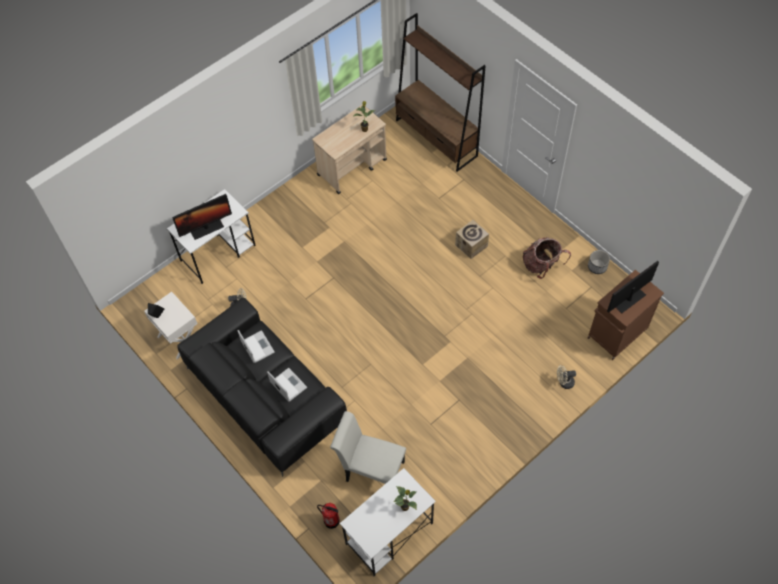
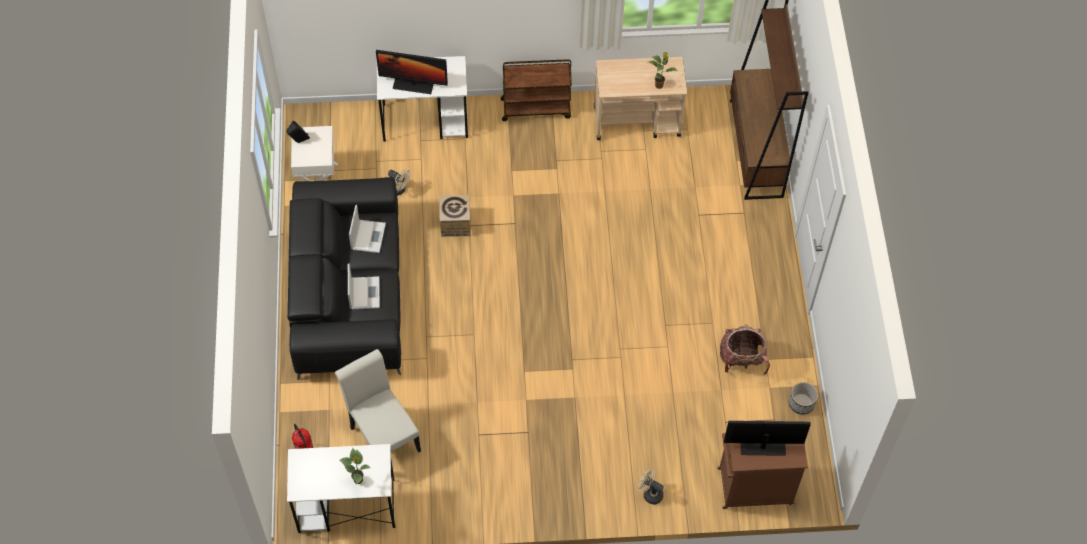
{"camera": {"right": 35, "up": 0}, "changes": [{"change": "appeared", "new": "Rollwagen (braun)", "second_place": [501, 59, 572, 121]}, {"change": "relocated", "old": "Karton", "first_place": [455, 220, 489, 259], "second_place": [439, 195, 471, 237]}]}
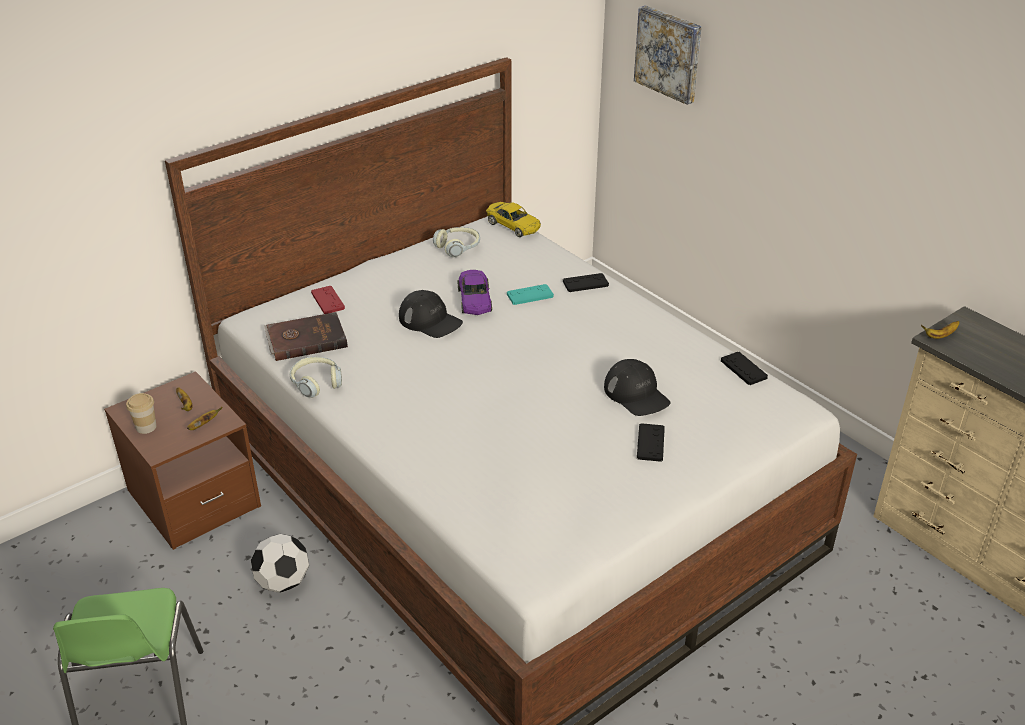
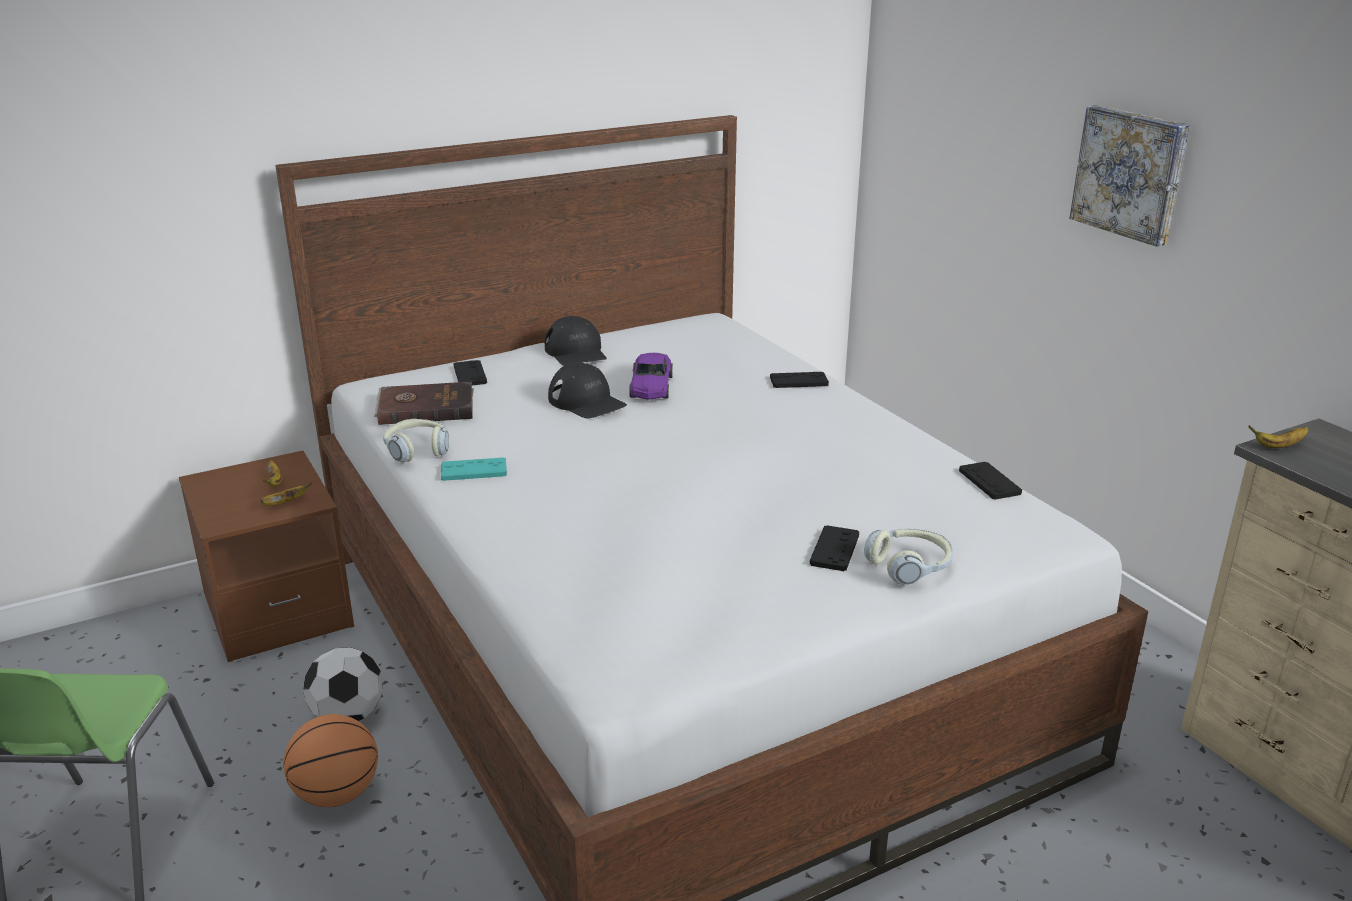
{"camera": {"right": 10, "up": -10}, "changes": [{"change": "missing", "old": "Tasse", "first_place": [126, 393, 157, 434]}, {"change": "missing", "old": "Spielzeugauto (gelb)", "first_place": [486, 202, 541, 237]}, {"change": "appeared", "new": "Basketball", "second_place": [283, 714, 378, 807]}, {"change": "relocated", "old": "Kopfhörer", "first_place": [433, 227, 480, 257], "second_place": [864, 529, 953, 585]}, {"change": "relocated", "old": "Gamepad (türkis)", "first_place": [507, 284, 554, 305], "second_place": [441, 457, 507, 481]}, {"change": "relocated", "old": "Kappe (schwarz)", "first_place": [604, 359, 671, 416], "second_place": [545, 316, 607, 365]}, {"change": "relocated", "old": "Bild", "first_place": [634, 5, 702, 105], "second_place": [1069, 105, 1190, 247]}, {"change": "colour", "old": "Gamepad (rot)", "new": "Gamepad (schwarz)", "first_place": [311, 286, 345, 314], "second_place": [453, 360, 487, 385]}]}
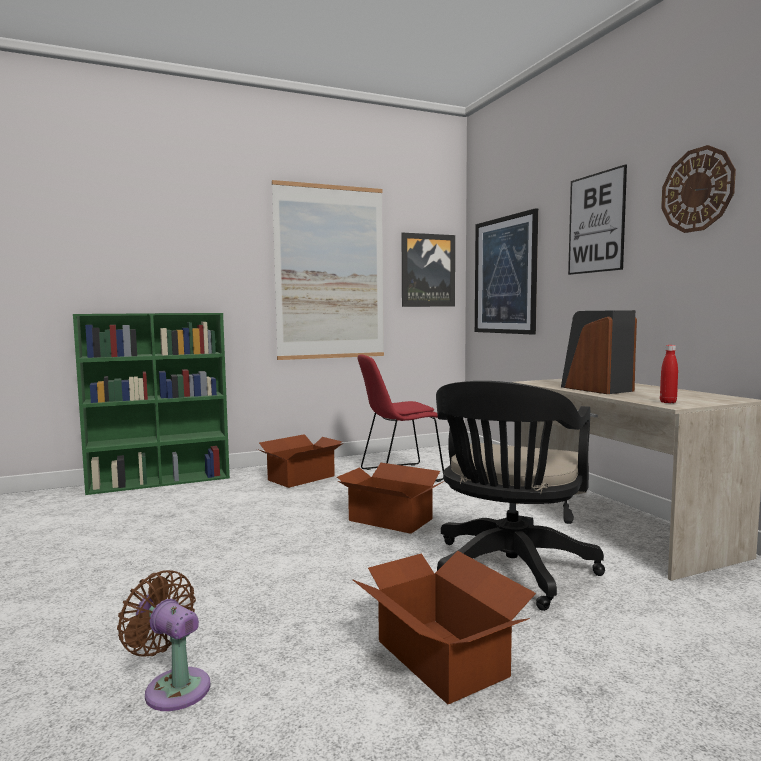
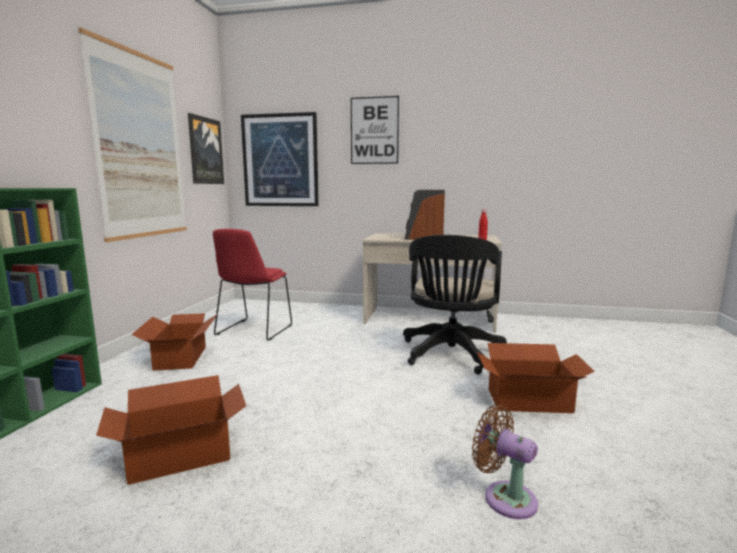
{"camera": {"right": -55, "up": 5}, "changes": [{"change": "missing", "old": "Wanduhr", "first_place": [661, 145, 736, 233]}, {"change": "relocated", "old": "Karton", "first_place": [337, 463, 444, 534], "second_place": [96, 375, 246, 485]}, {"change": "spun", "old": "Ventilator (braun)", "first_place": [117, 570, 211, 711], "second_place": [472, 405, 538, 519], "degrees": 60}, {"change": "spun", "old": "Bürostuhl (schwarz)", "first_place": [436, 381, 605, 611], "second_place": [403, 235, 507, 374], "degrees": 45}]}
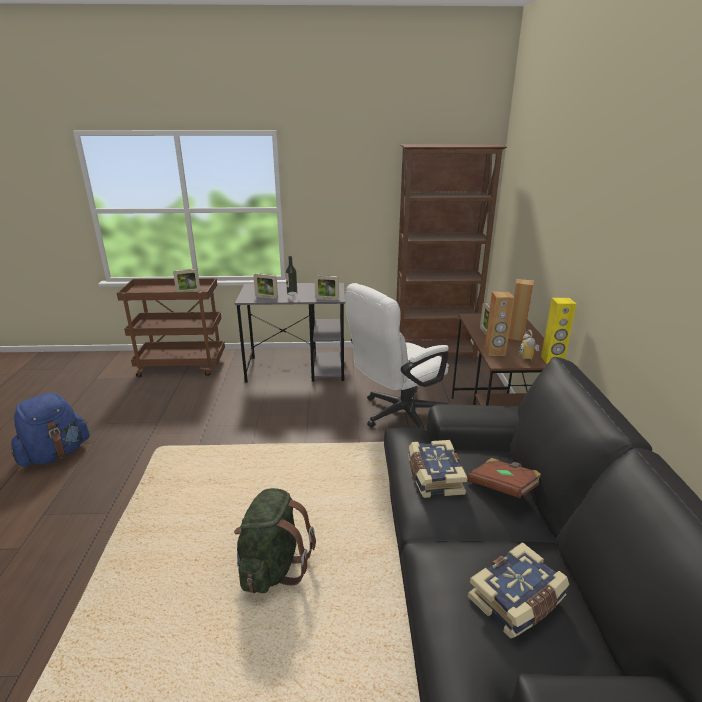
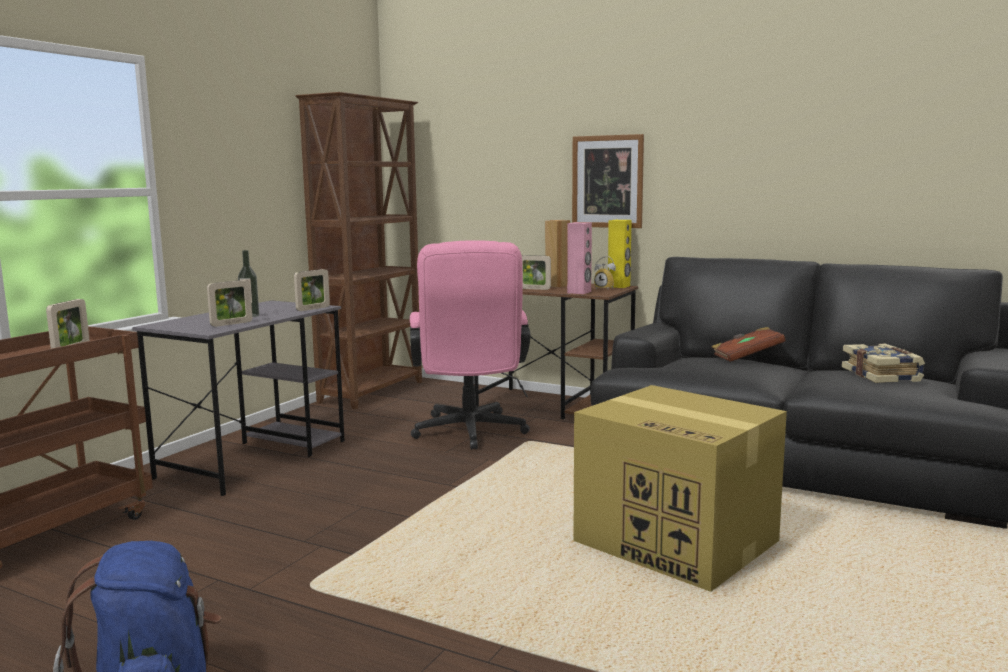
{"camera": {"right": -60, "up": -15}, "changes": [{"change": "missing", "old": "Buch", "first_place": [408, 440, 468, 498]}, {"change": "appeared", "new": "Bild", "second_place": [572, 134, 644, 228]}, {"change": "exchanged", "old": "Rucksack (grün)", "new": "Karton", "first_place": [234, 488, 316, 593], "second_place": [573, 385, 787, 592]}, {"change": "colour", "old": "Bürostuhl (weiß)", "new": "Bürostuhl (rosa)", "first_place": [345, 283, 449, 428], "second_place": [410, 240, 530, 450]}, {"change": "colour", "old": "Lautsprecher (braun)", "new": "Lautsprecher (rosa)", "first_place": [485, 292, 514, 356], "second_place": [567, 222, 592, 294]}]}
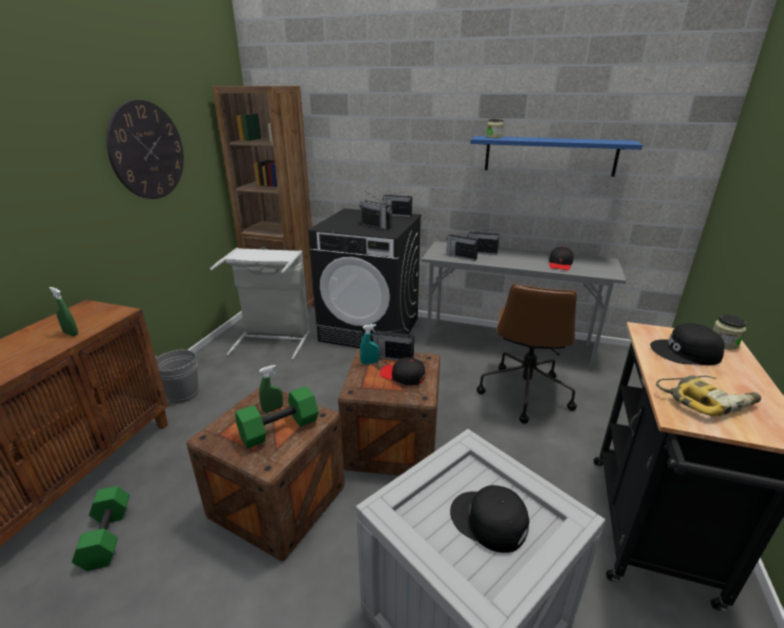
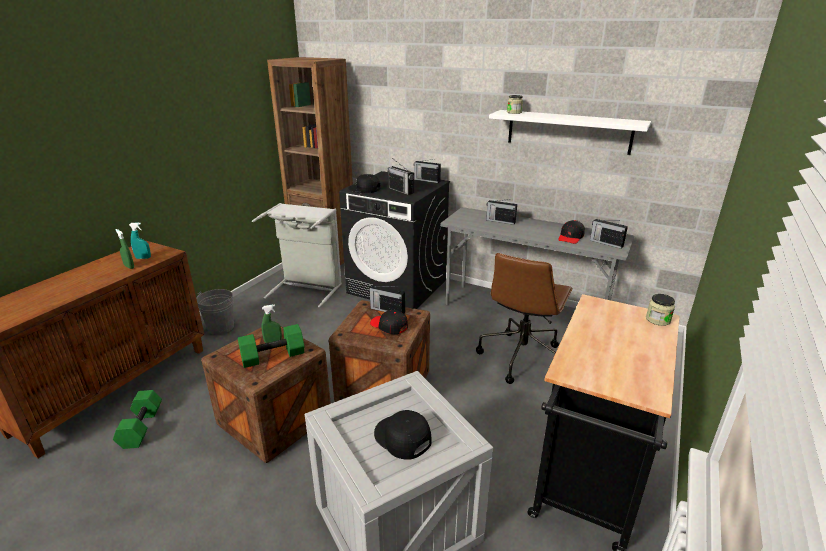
{"camera": {"right": 10, "up": 0}, "changes": [{"change": "missing", "old": "Wanduhr", "first_place": [106, 100, 184, 199]}, {"change": "missing", "old": "Bohrmaschine", "first_place": [656, 375, 761, 416]}, {"change": "relocated", "old": "Sprühflasche (türkis)", "first_place": [360, 324, 379, 365], "second_place": [129, 223, 151, 259]}, {"change": "relocated", "old": "Radio", "first_place": [446, 233, 479, 261], "second_place": [590, 219, 628, 249]}, {"change": "relocated", "old": "Kappe (schwarz)", "first_place": [650, 323, 725, 365], "second_place": [348, 174, 380, 193]}, {"change": "colour", "old": "Wandregal (blau)", "new": "Wandregal (weiß)", "first_place": [470, 136, 643, 177], "second_place": [489, 110, 651, 155]}]}
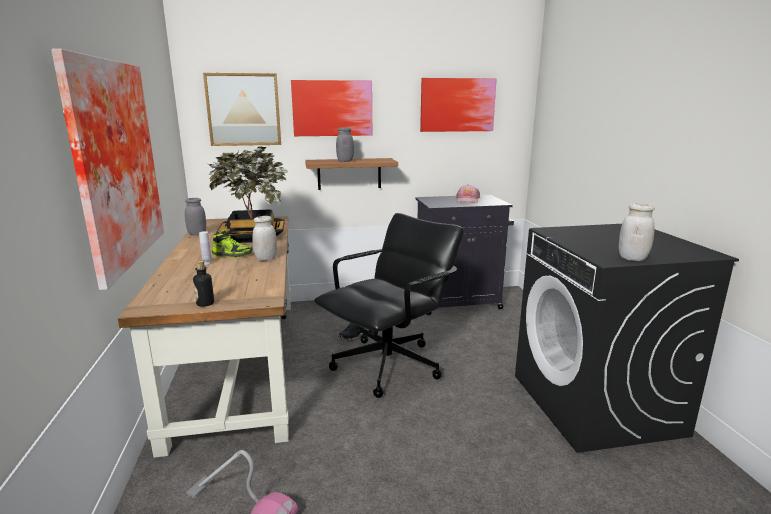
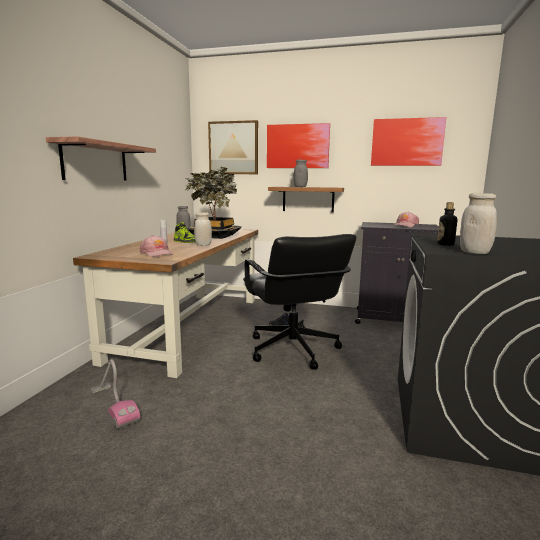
{"camera": {"right": 25, "up": -5}, "changes": [{"change": "appeared", "new": "Kappe (rosa)", "second_place": [140, 235, 174, 257]}, {"change": "relocated", "old": "Flasche", "first_place": [193, 261, 214, 307], "second_place": [437, 202, 457, 246]}, {"change": "exchanged", "old": "Bild", "new": "Wandregal", "first_place": [51, 48, 164, 290], "second_place": [46, 136, 156, 181]}, {"change": "spun", "old": "Bürostuhl (schwarz)", "first_place": [314, 213, 464, 398], "second_place": [243, 234, 357, 370], "degrees": 90}]}
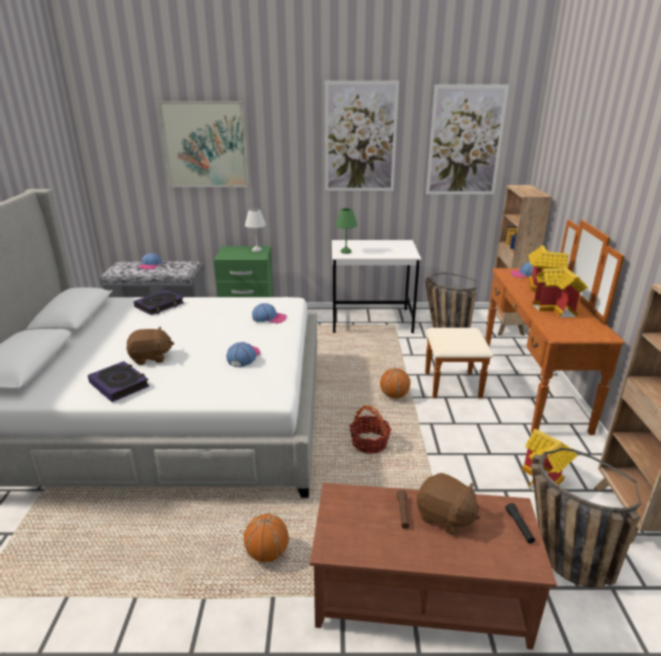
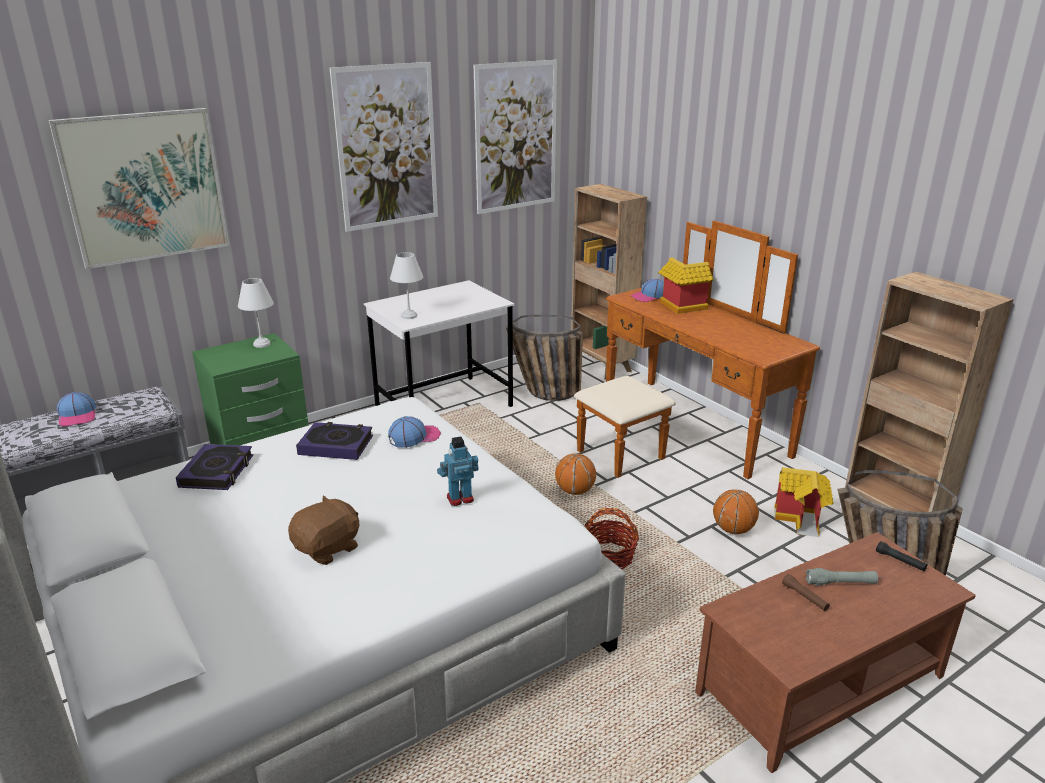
{"camera": {"right": -35, "up": 0}, "changes": [{"change": "missing", "old": "Spielzeughaus", "first_place": [532, 268, 588, 317]}, {"change": "relocated", "old": "Buch", "first_place": [88, 361, 150, 402], "second_place": [296, 422, 373, 460]}, {"change": "relocated", "old": "Basketball", "first_place": [244, 514, 289, 562], "second_place": [713, 489, 759, 534]}, {"change": "exchanged", "old": "Kappe", "new": "Spielzeugroboter", "first_place": [226, 342, 260, 367], "second_place": [437, 436, 479, 506]}, {"change": "exchanged", "old": "Plüschtier (braun)", "new": "Taschenlampe (grau)", "first_place": [417, 473, 480, 536], "second_place": [805, 568, 878, 585]}, {"change": "colour", "old": "Tischlampe (grün)", "new": "Tischlampe (weiß)", "first_place": [335, 208, 358, 254], "second_place": [390, 252, 423, 319]}]}
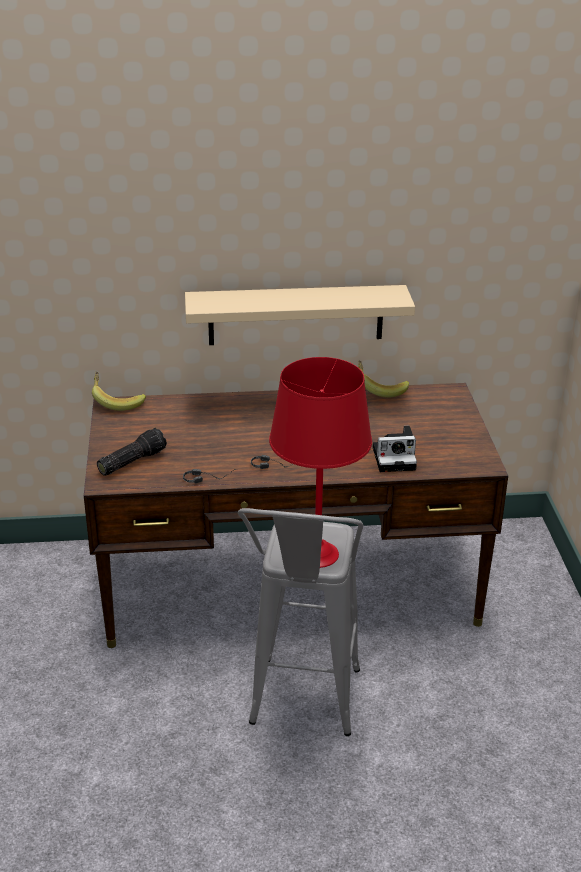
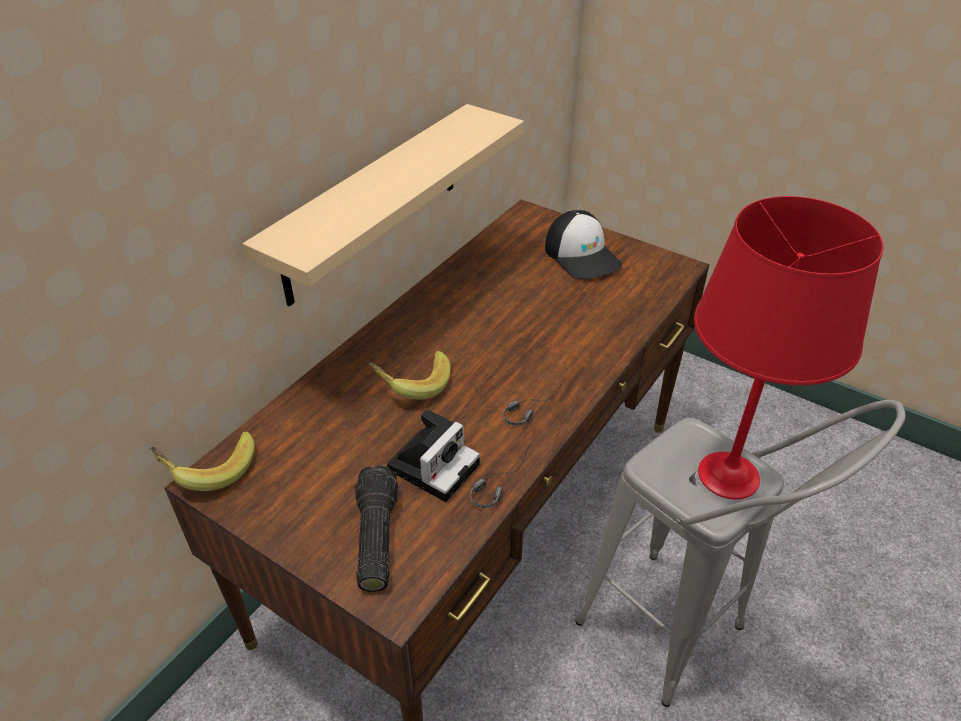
{"camera": {"right": -50, "up": 10}, "changes": [{"change": "appeared", "new": "Kappe", "second_place": [545, 210, 622, 279]}, {"change": "relocated", "old": "Banane", "first_place": [358, 360, 409, 398], "second_place": [369, 351, 450, 400]}, {"change": "relocated", "old": "Kamera", "first_place": [373, 426, 417, 472], "second_place": [387, 409, 480, 502]}]}
